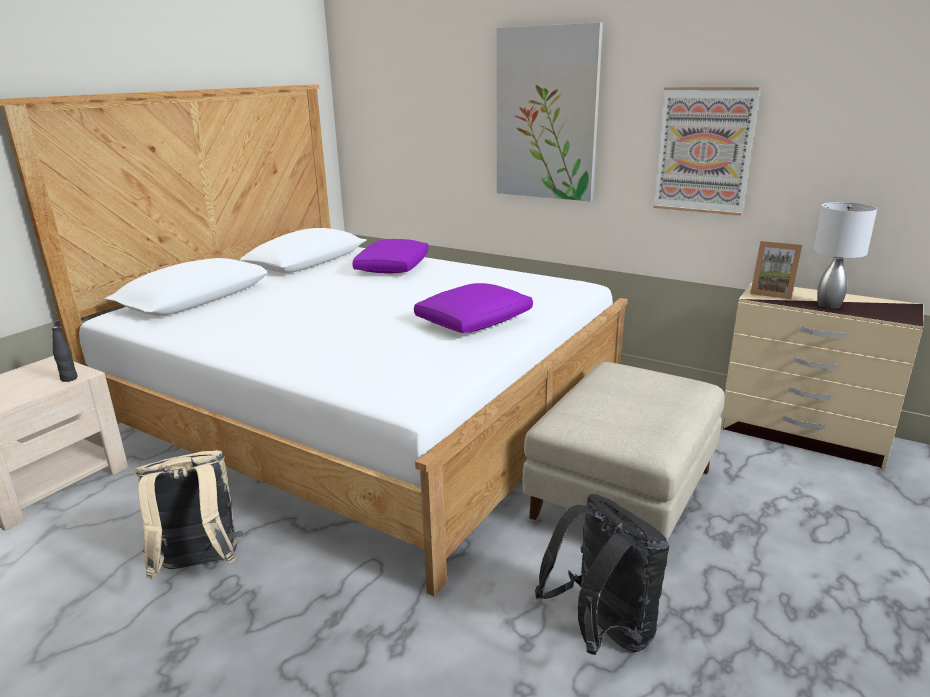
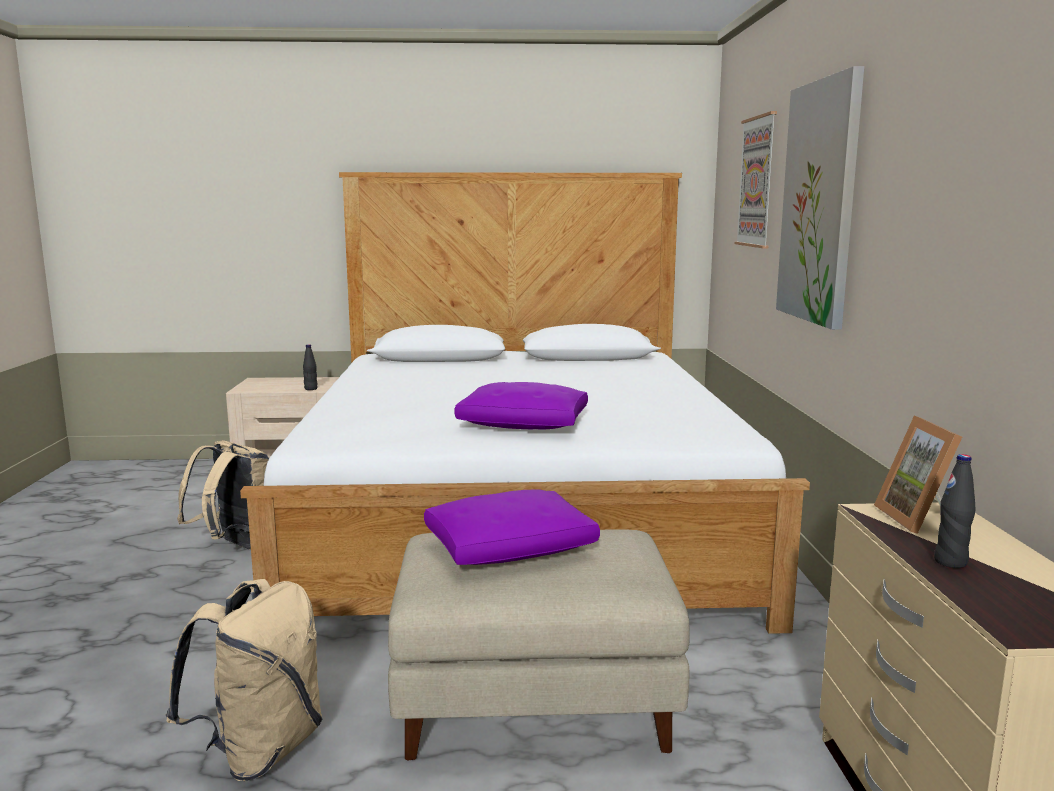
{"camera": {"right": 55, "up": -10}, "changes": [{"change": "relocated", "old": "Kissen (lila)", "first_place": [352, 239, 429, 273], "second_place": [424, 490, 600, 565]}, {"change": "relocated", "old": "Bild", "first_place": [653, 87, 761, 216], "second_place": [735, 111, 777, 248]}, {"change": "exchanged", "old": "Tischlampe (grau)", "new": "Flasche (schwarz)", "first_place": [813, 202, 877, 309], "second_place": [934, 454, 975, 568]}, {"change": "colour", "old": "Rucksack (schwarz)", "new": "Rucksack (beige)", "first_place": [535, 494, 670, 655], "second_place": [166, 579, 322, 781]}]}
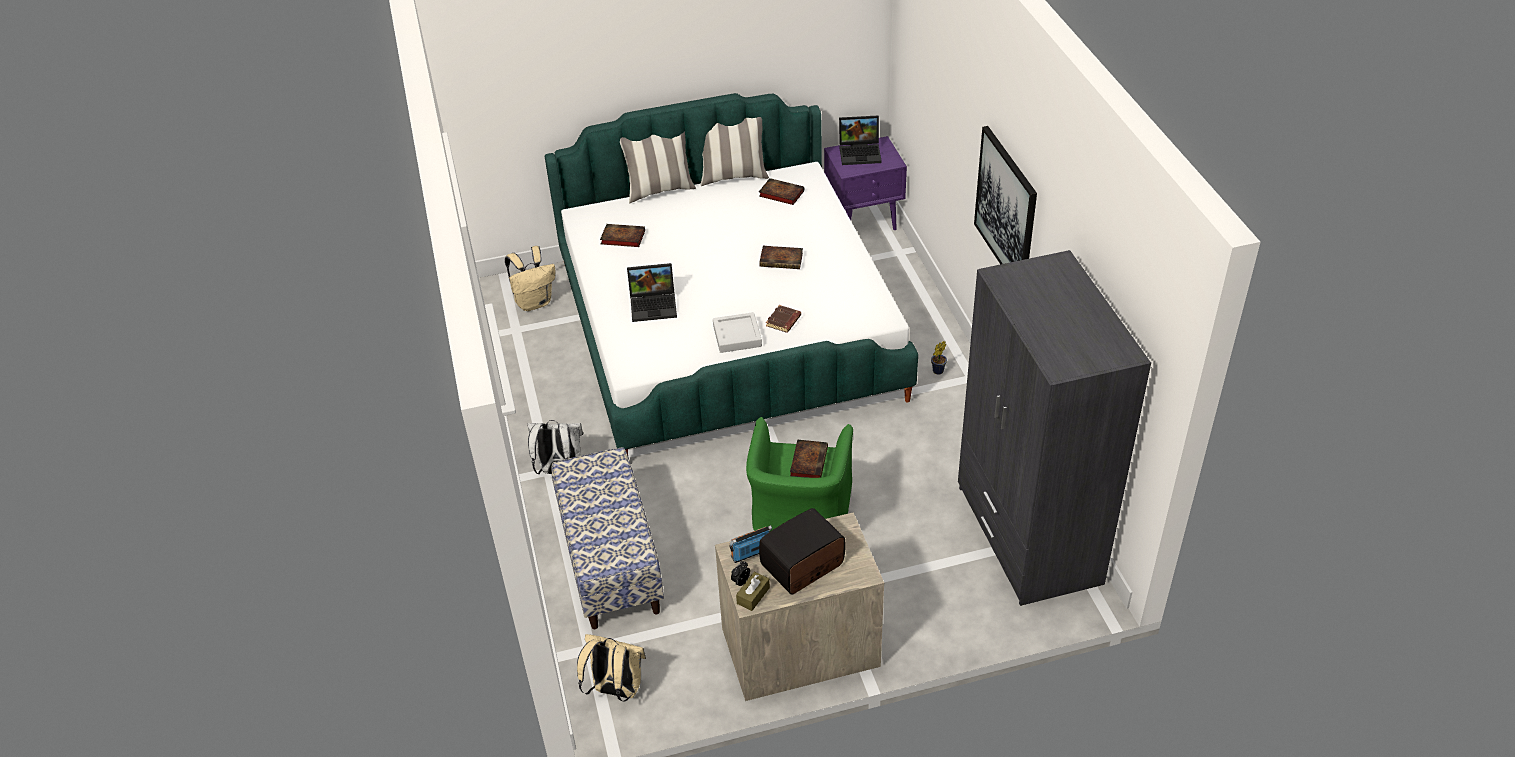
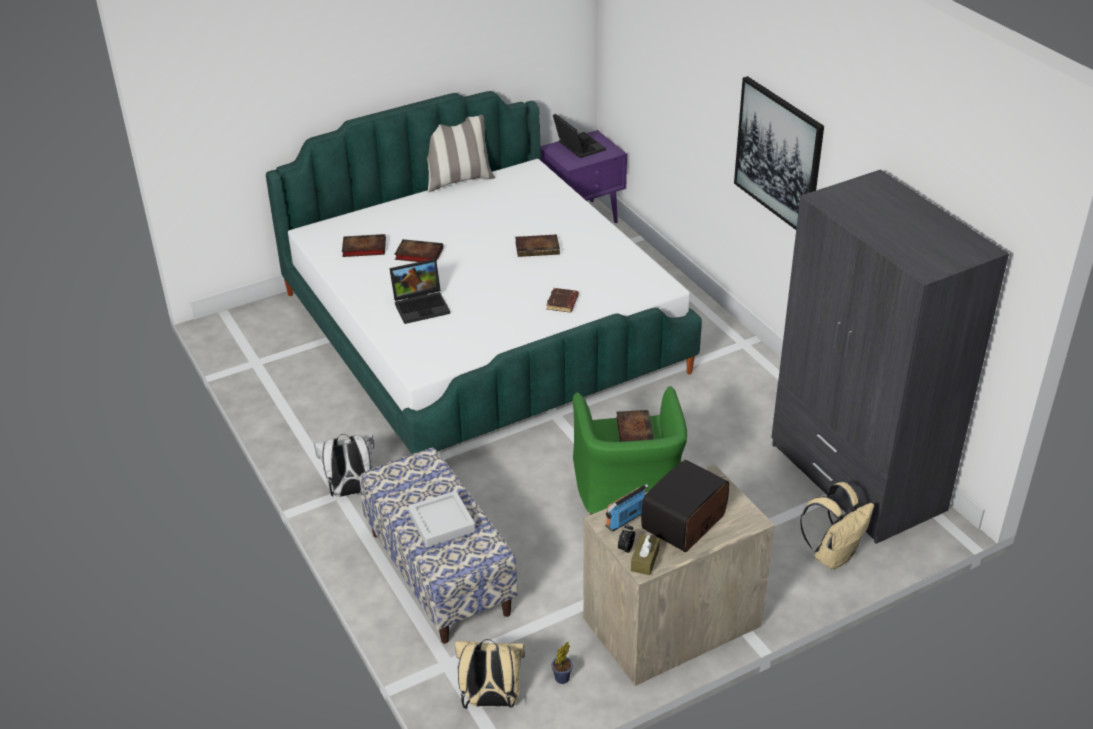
{"camera": {"right": -15, "up": -5}, "changes": [{"change": "missing", "old": "Kissen", "first_place": [620, 132, 696, 203]}, {"change": "relocated", "old": "Rucksack (beige)", "first_place": [505, 246, 555, 311], "second_place": [800, 482, 874, 569]}, {"change": "relocated", "old": "Tablett (grau)", "first_place": [713, 312, 762, 353], "second_place": [408, 491, 476, 548]}, {"change": "relocated", "old": "Buch", "first_place": [759, 178, 804, 205], "second_place": [394, 239, 443, 262]}, {"change": "relocated", "old": "Topfpflanze", "first_place": [931, 341, 947, 375], "second_place": [551, 642, 573, 684]}, {"change": "spun", "old": "Laptop", "first_place": [839, 116, 882, 165], "second_place": [553, 114, 606, 158], "degrees": -105}]}
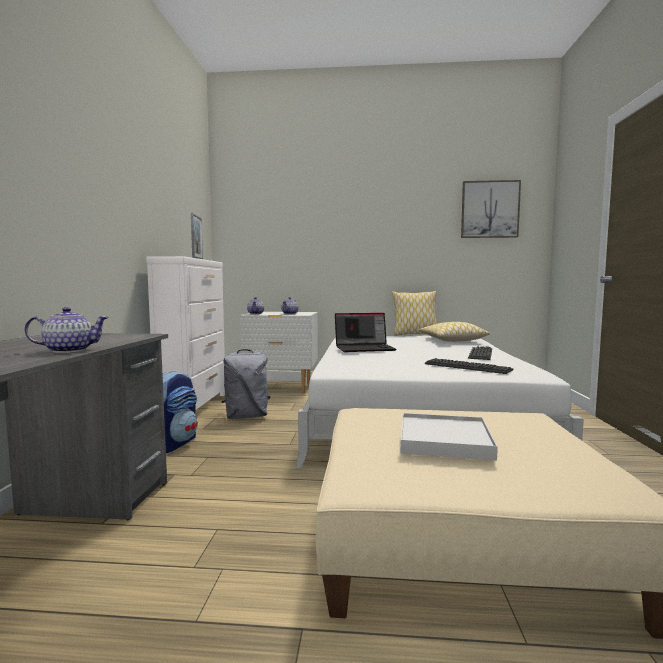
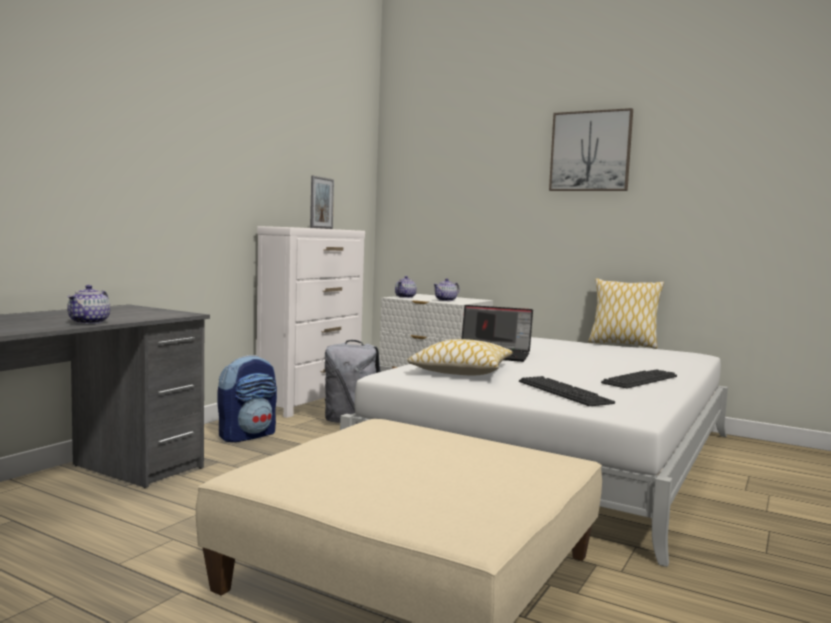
{"camera": {"right": 25, "up": 0}, "changes": [{"change": "missing", "old": "Tablett (weiß)", "first_place": [401, 413, 498, 461]}, {"change": "relocated", "old": "Kissen", "first_place": [419, 322, 490, 342], "second_place": [408, 339, 512, 375]}, {"change": "relocated", "old": "Bild", "first_place": [461, 180, 521, 238], "second_place": [549, 108, 633, 191]}, {"change": "spun", "old": "Teekanne", "first_place": [24, 307, 109, 353], "second_place": [67, 285, 110, 324], "degrees": 90}]}
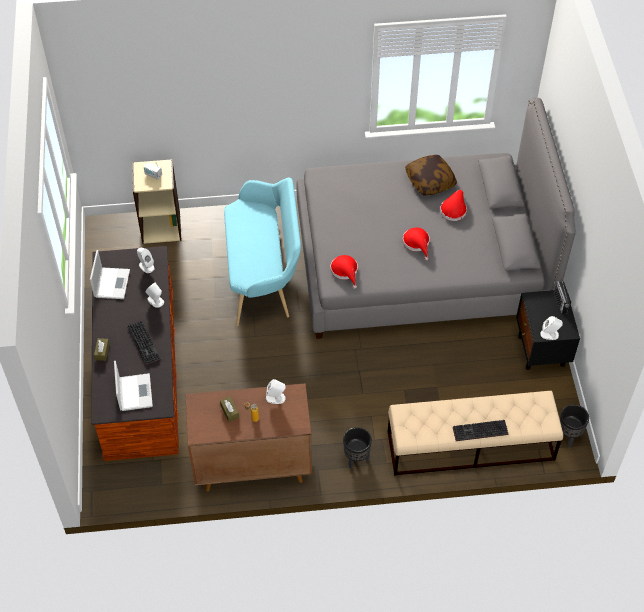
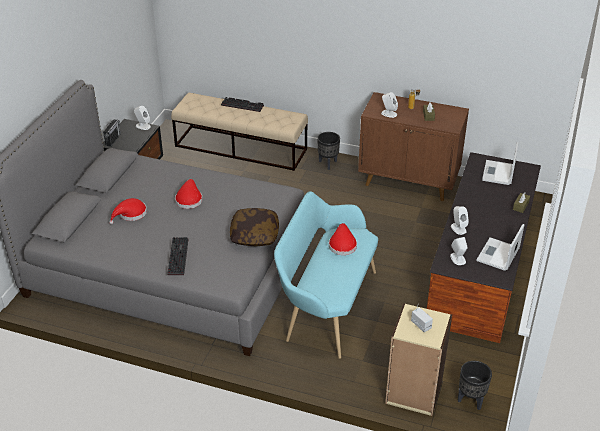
{"camera": {"right": -155, "up": -15}, "changes": [{"change": "relocated", "old": "Tastatur", "first_place": [128, 320, 161, 366], "second_place": [167, 237, 188, 275]}, {"change": "relocated", "old": "Hut (rot)", "first_place": [331, 255, 358, 289], "second_place": [329, 223, 357, 255]}, {"change": "relocated", "old": "Kissen", "first_place": [405, 155, 457, 196], "second_place": [230, 208, 279, 246]}, {"change": "relocated", "old": "Pflanzkübel (schwarz)", "first_place": [560, 404, 589, 447], "second_place": [458, 361, 492, 410]}]}
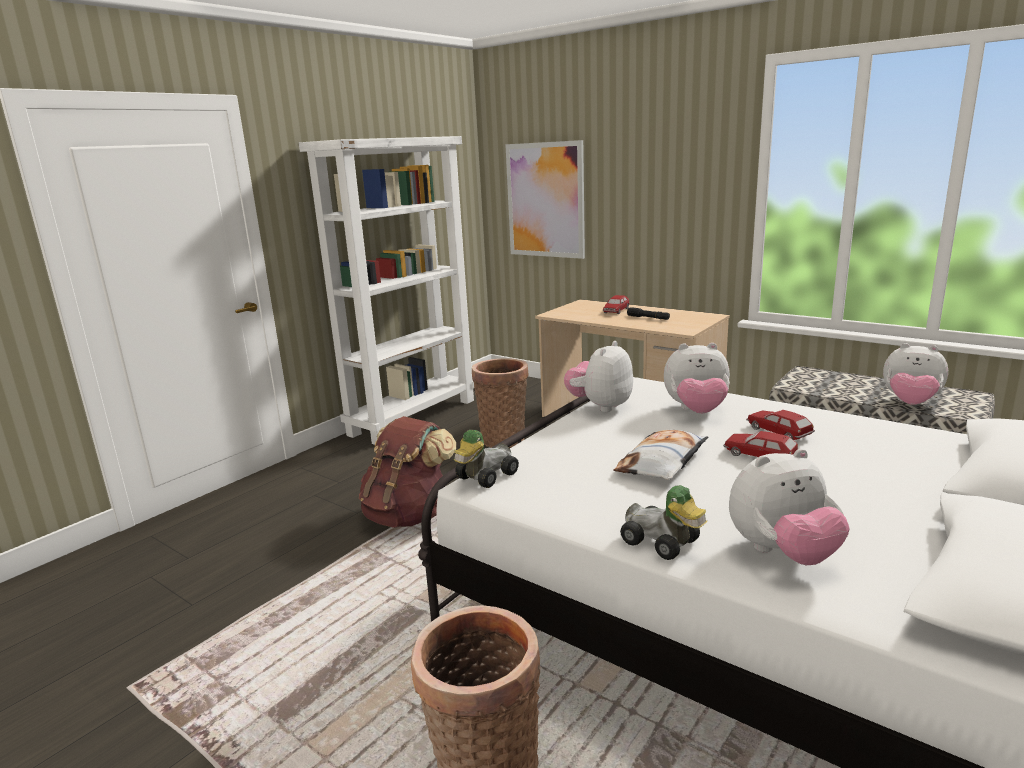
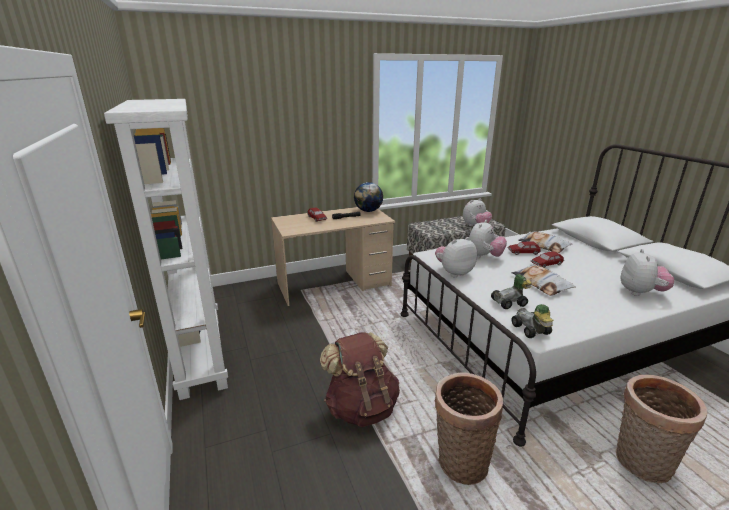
{"camera": {"right": -60, "up": 5}, "changes": [{"change": "missing", "old": "Bild", "first_place": [505, 140, 585, 259]}, {"change": "appeared", "new": "Globus", "second_place": [354, 182, 383, 212]}, {"change": "appeared", "new": "Kissen", "second_place": [518, 231, 572, 253]}, {"change": "relocated", "old": "Korb", "first_place": [472, 358, 529, 448], "second_place": [435, 373, 503, 485]}, {"change": "relocated", "old": "Spielzeugauto", "first_place": [620, 485, 707, 560], "second_place": [491, 274, 532, 309]}, {"change": "spun", "old": "Plüschtier", "first_place": [564, 341, 633, 412], "second_place": [435, 237, 477, 277], "degrees": 90}]}
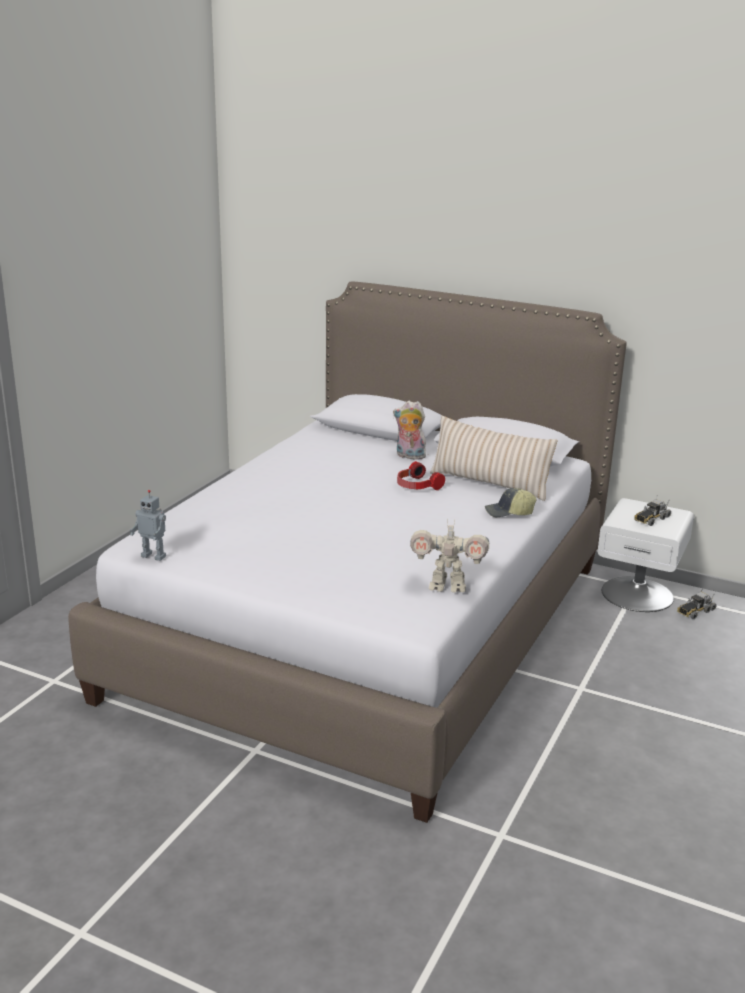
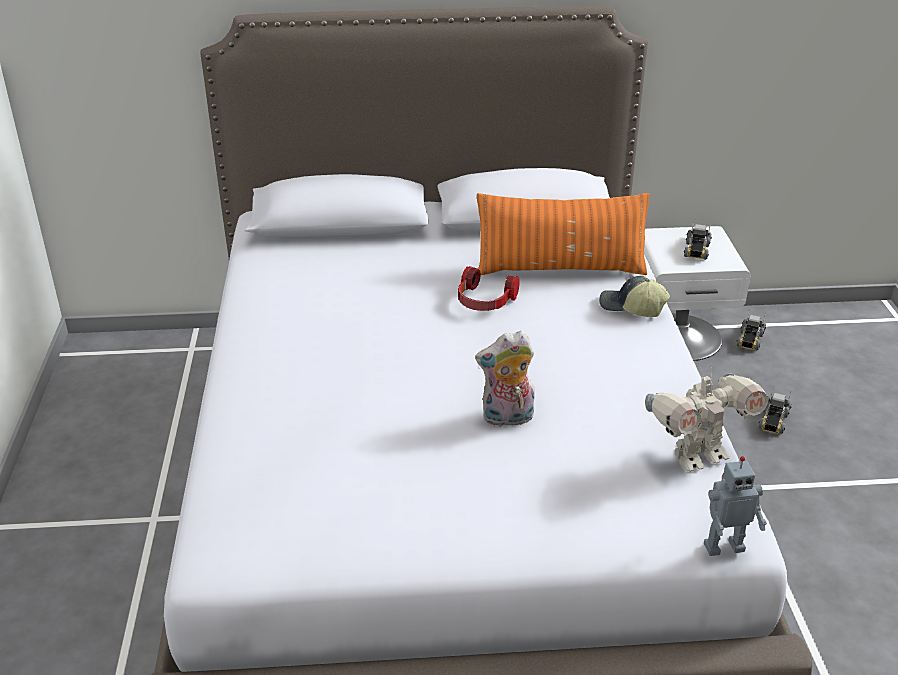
{"camera": {"right": -30, "up": 10}, "changes": [{"change": "appeared", "new": "Spielzeuglaster", "second_place": [759, 387, 792, 434]}, {"change": "relocated", "old": "Spielzeugroboter", "first_place": [130, 490, 166, 561], "second_place": [704, 456, 767, 556]}, {"change": "relocated", "old": "Plüschtier", "first_place": [393, 401, 426, 460], "second_place": [475, 331, 535, 427]}, {"change": "colour", "old": "Kissen (beige)", "new": "Kissen (orange)", "first_place": [430, 416, 558, 501], "second_place": [477, 193, 649, 275]}, {"change": "spun", "old": "Kappe", "first_place": [485, 488, 537, 517], "second_place": [599, 276, 670, 317], "degrees": 60}]}
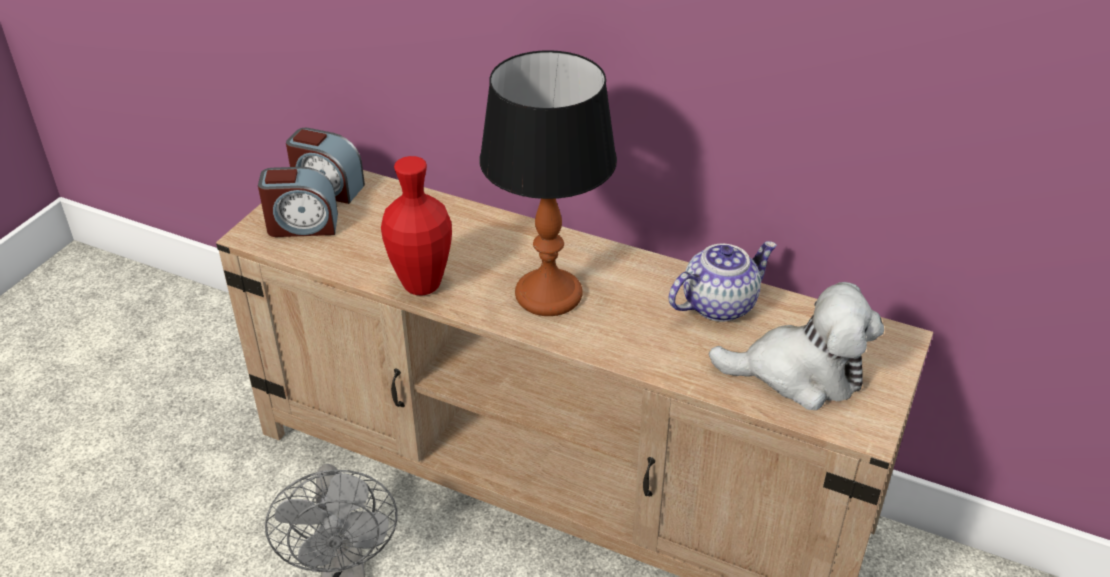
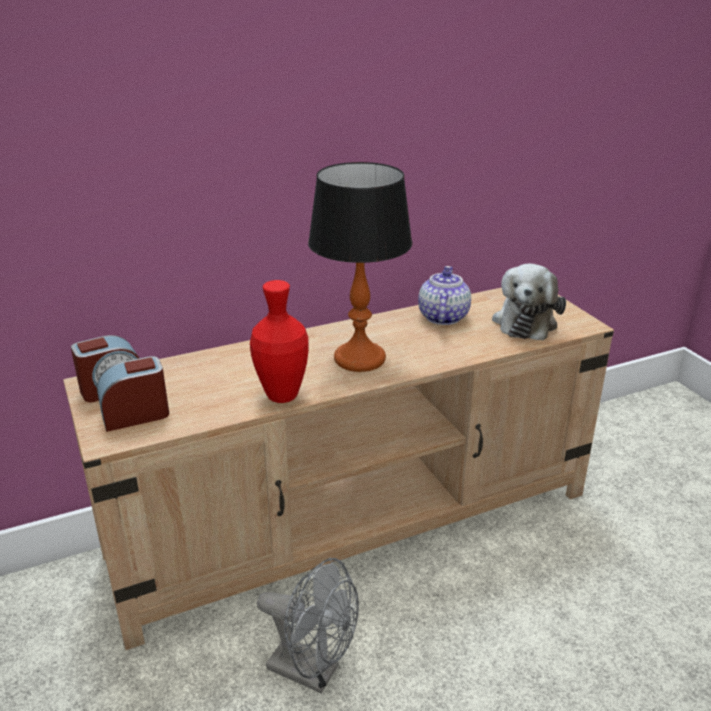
{"camera": {"right": -50, "up": -10}, "changes": [{"change": "spun", "old": "Wecker", "first_place": [258, 167, 338, 237], "second_place": [97, 356, 169, 432], "degrees": -150}, {"change": "spun", "old": "Plüschtier", "first_place": [709, 282, 884, 410], "second_place": [492, 263, 566, 340], "degrees": 150}]}
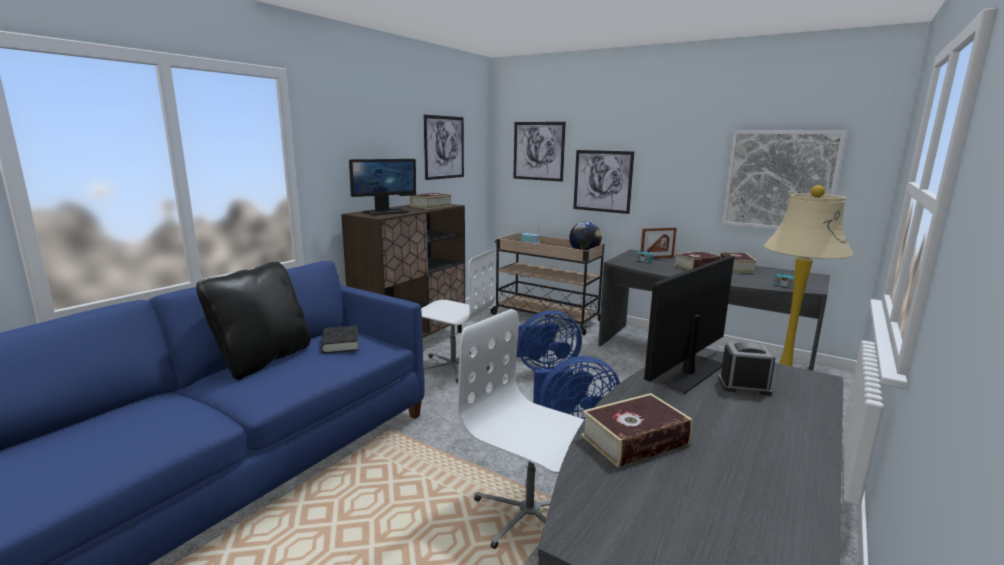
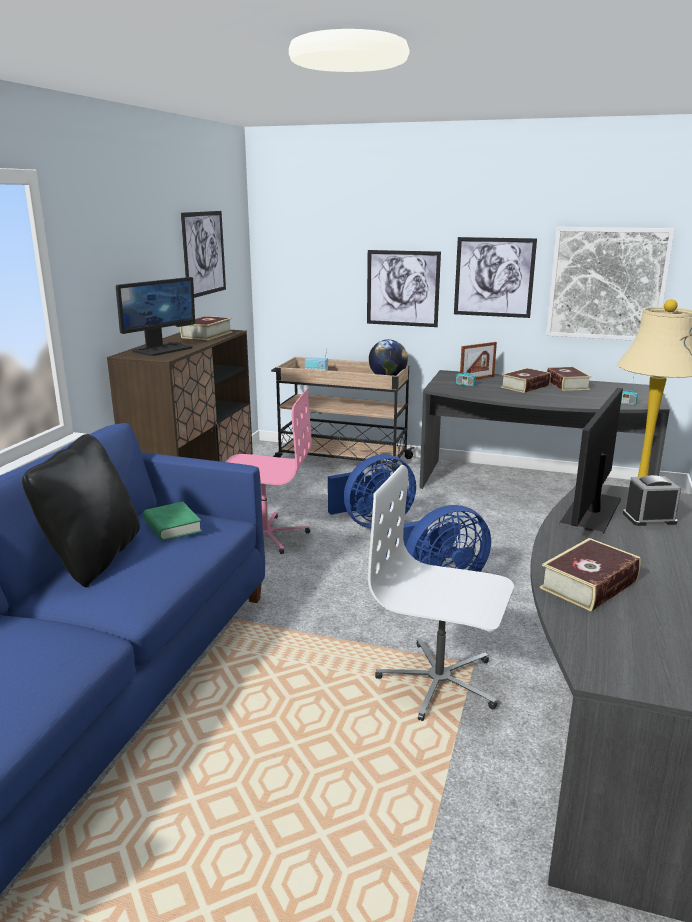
{"camera": {"right": -15, "up": 5}, "changes": [{"change": "relocated", "old": "Bild", "first_place": [514, 122, 566, 182], "second_place": [454, 237, 537, 318]}, {"change": "colour", "old": "Buch (schwarz)", "new": "Buch (grün)", "first_place": [321, 326, 359, 353], "second_place": [143, 502, 202, 541]}, {"change": "colour", "old": "Bürostuhl (weiß)", "new": "Bürostuhl (rosa)", "first_place": [421, 249, 496, 383], "second_place": [226, 388, 312, 554]}]}
